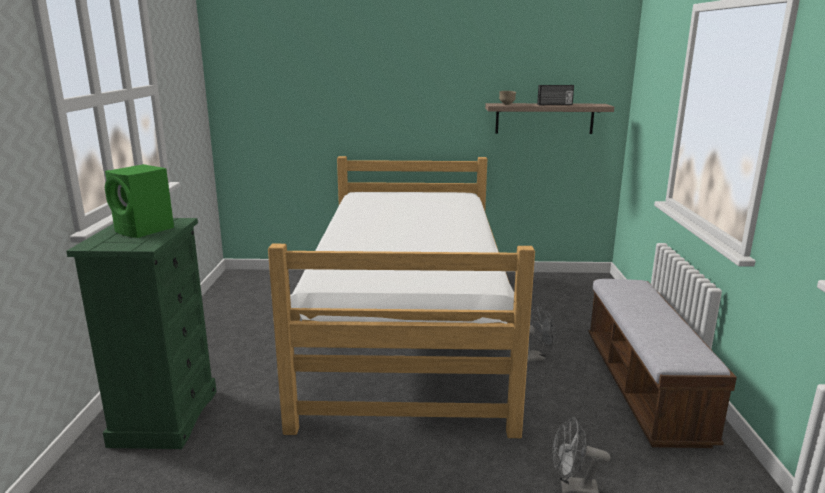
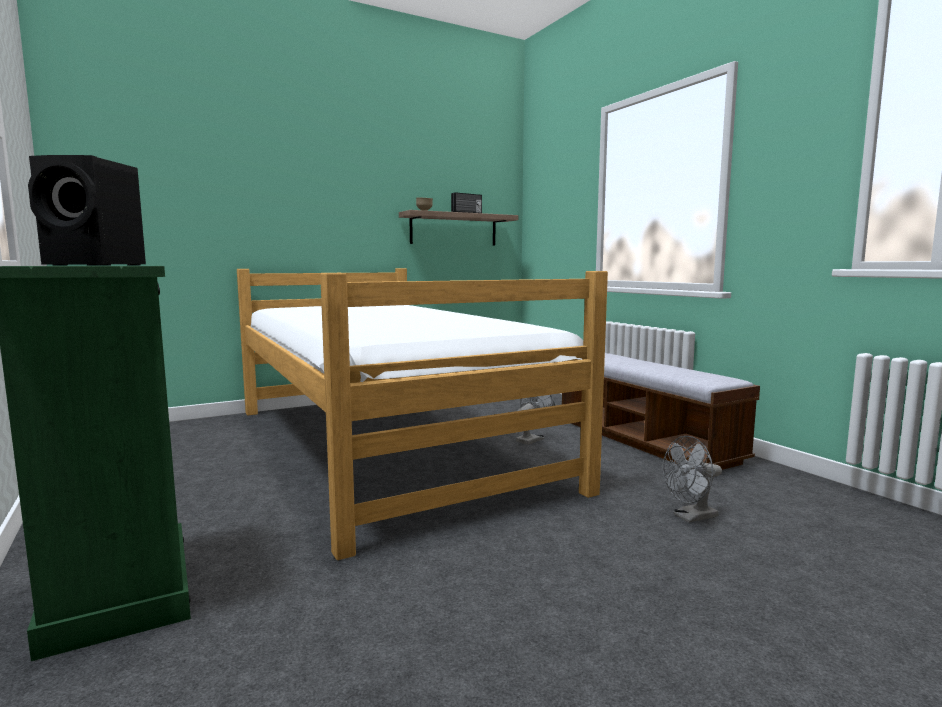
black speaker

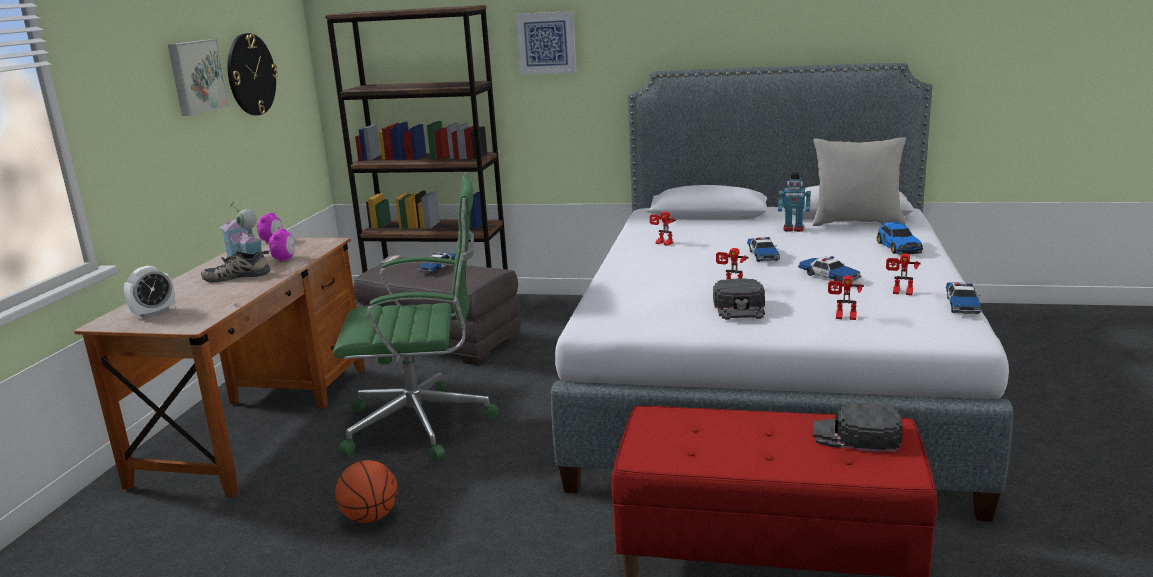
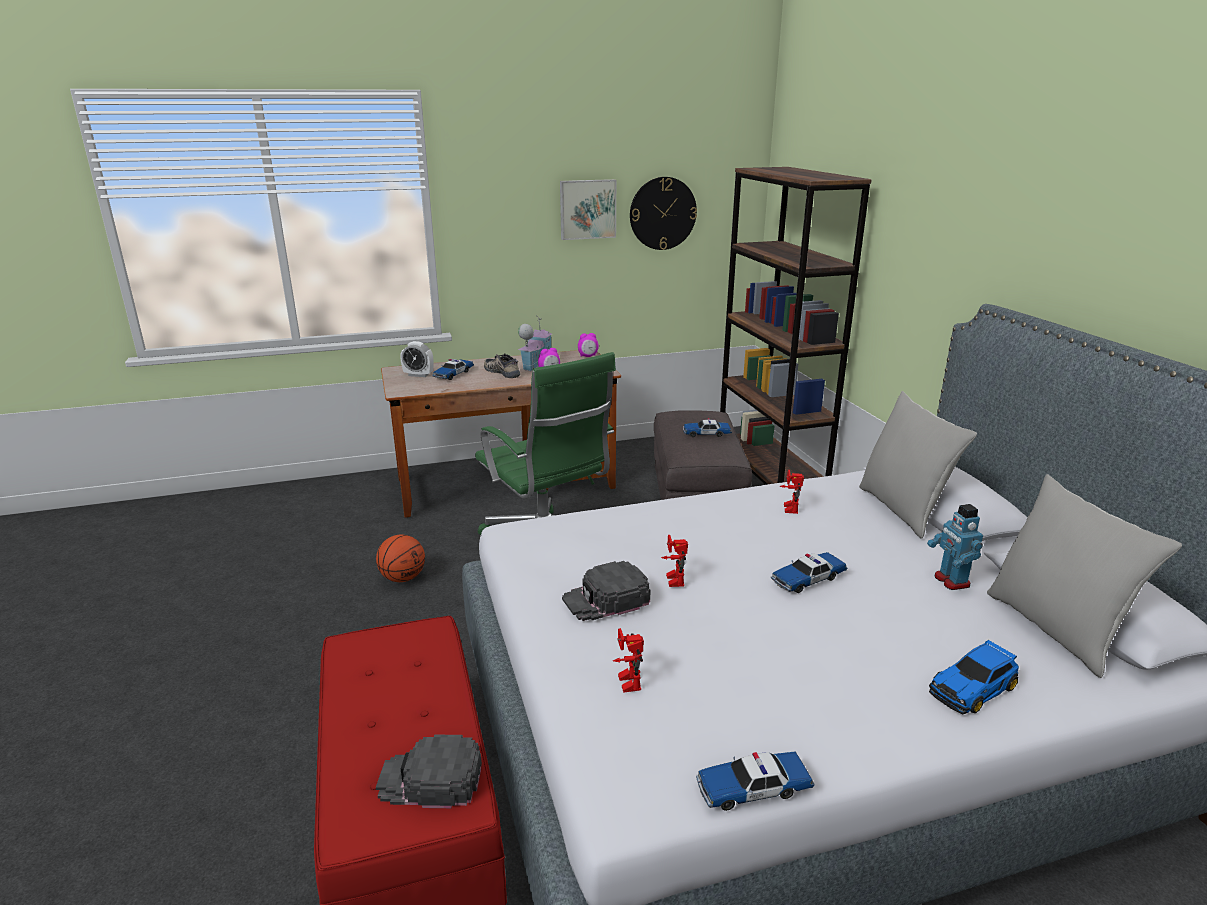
black cap (1st from left); toy car (1st from left); grey pillow (1st from left); picture (2nd from left in the first image); toy robot (5th from left in the first image)

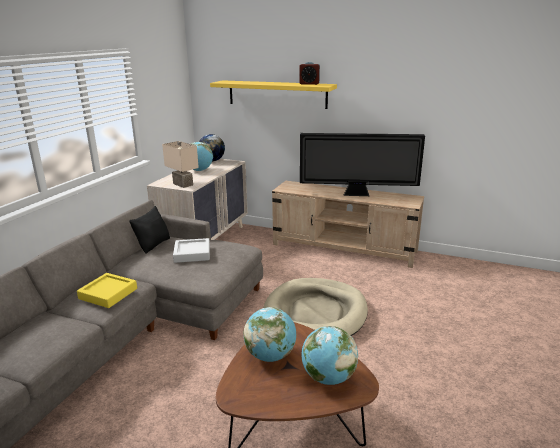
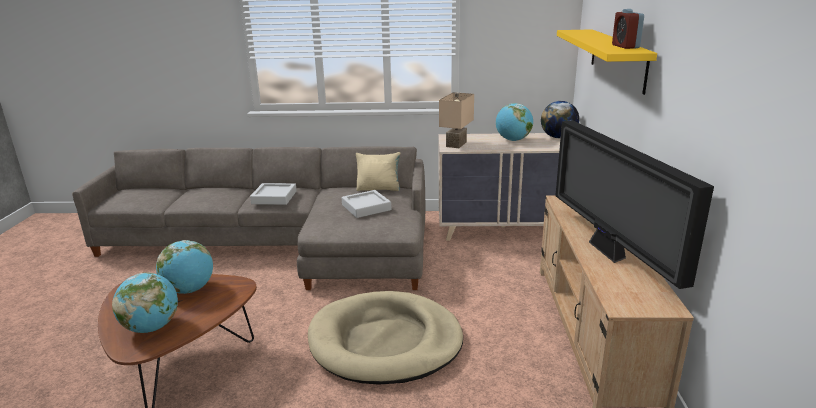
grey tray (1st from left); beige pillow

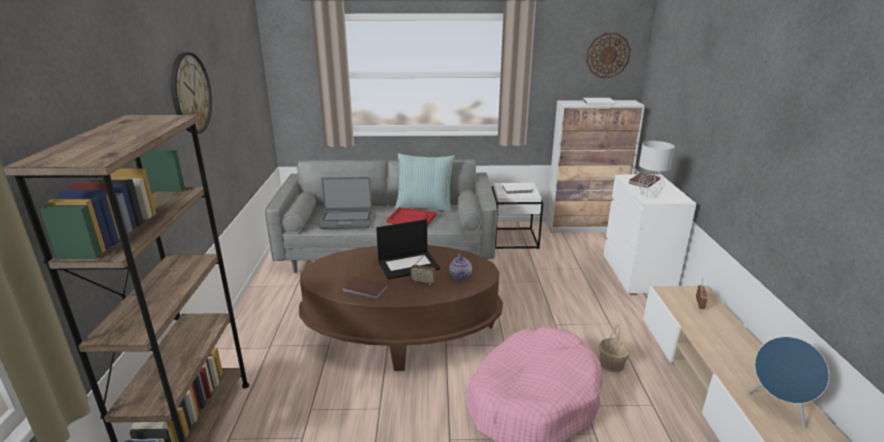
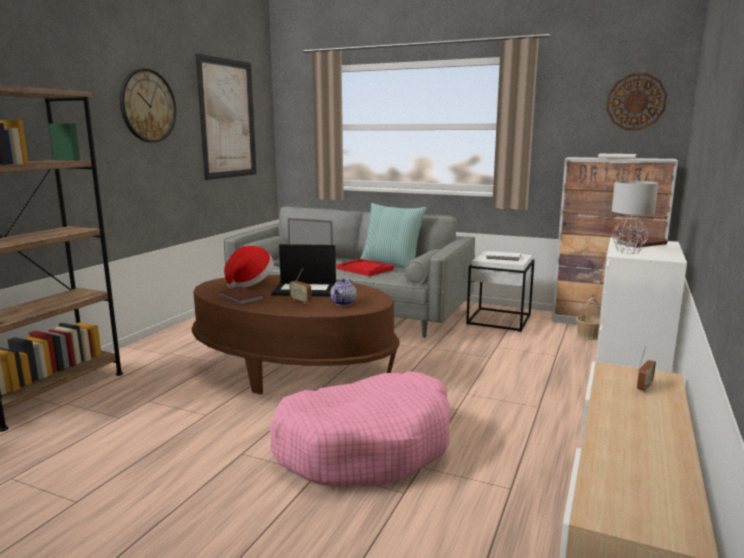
picture; hat; basket; blue speaker

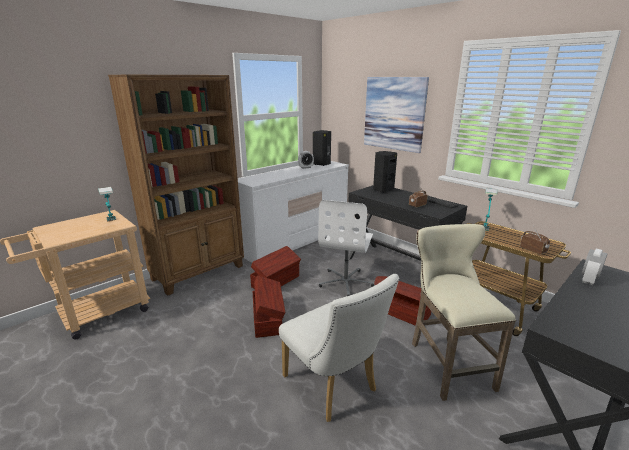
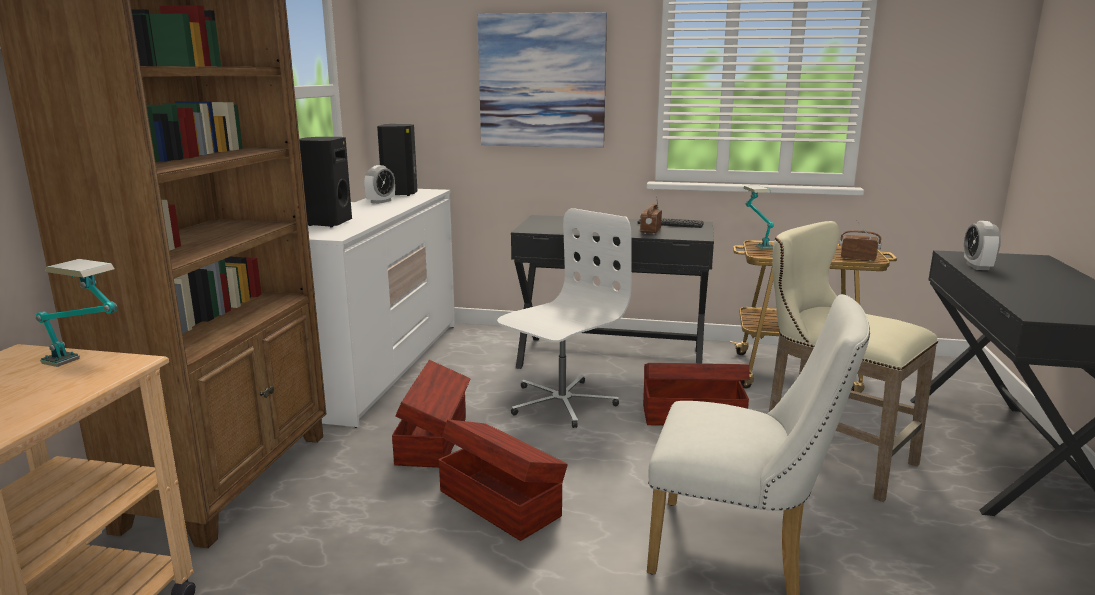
black speaker (1st from left); white office chair

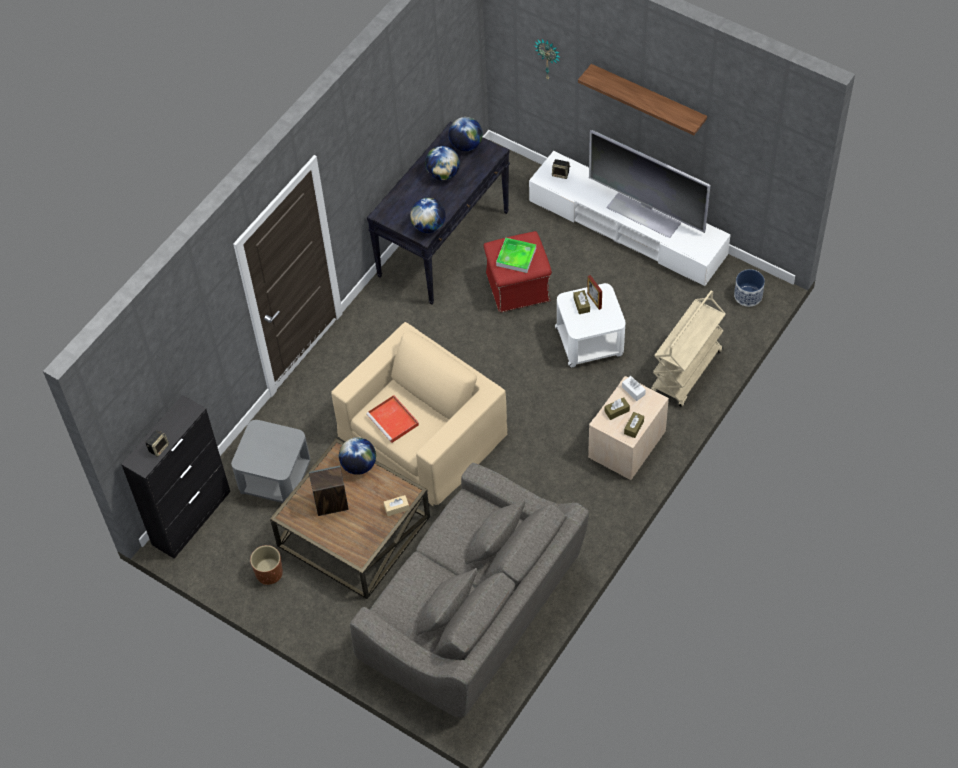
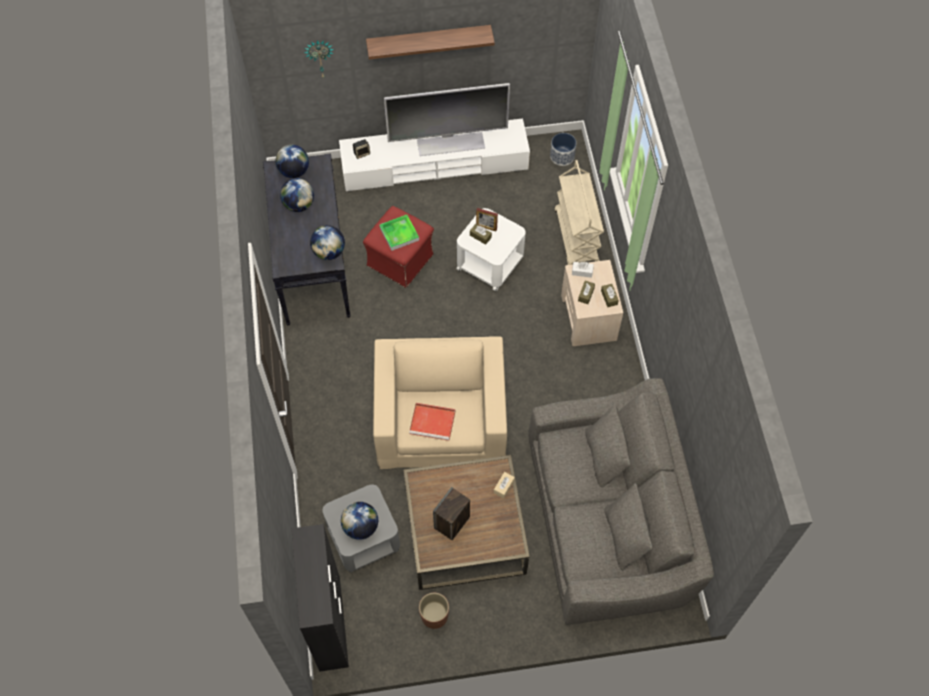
globe (4th from left); speaker (1st from left in the first image)

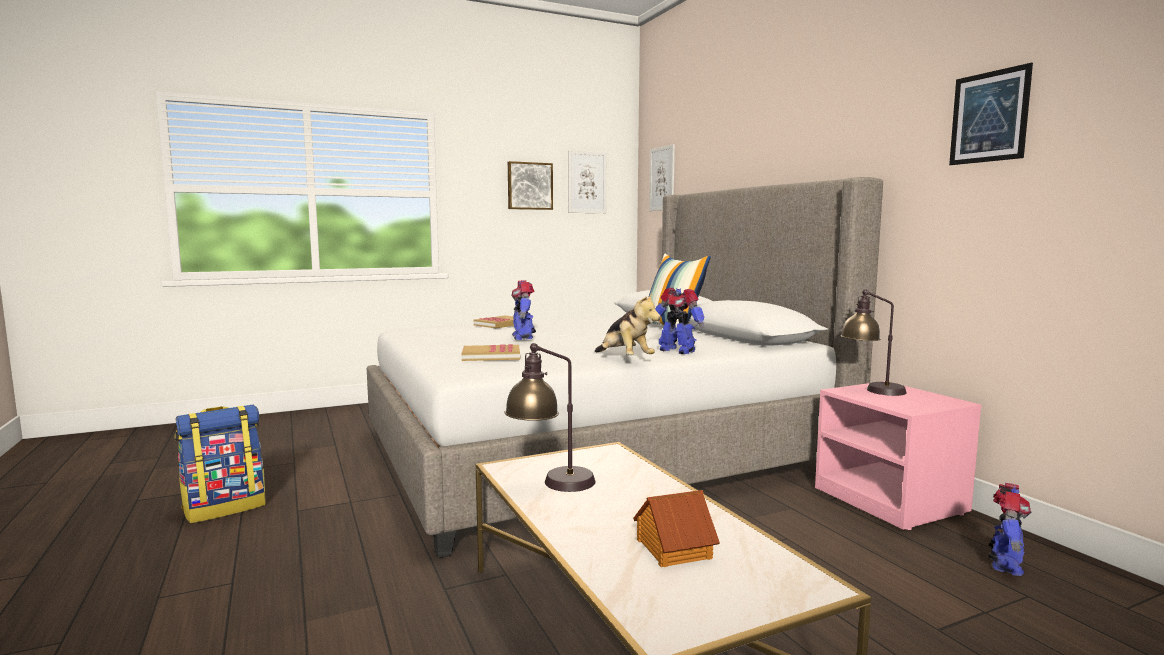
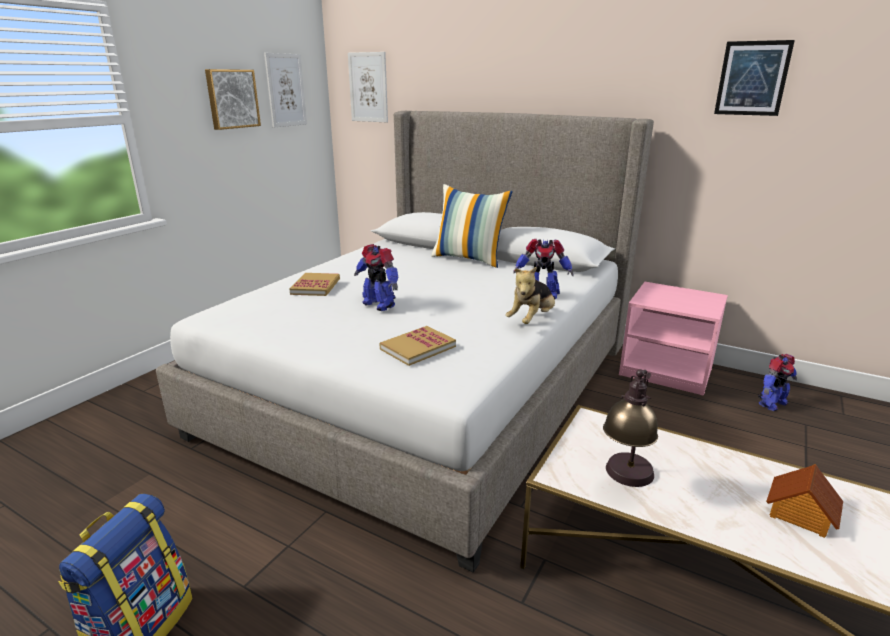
plush toy; toy robot (3rd from left); table lamp (2nd from left in the first image)

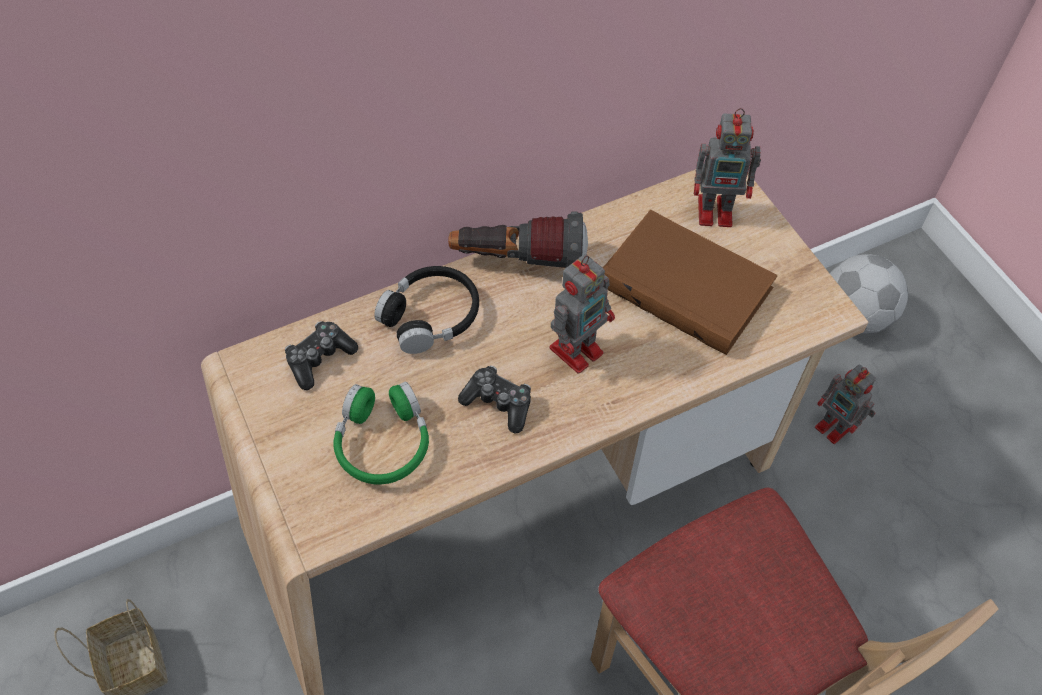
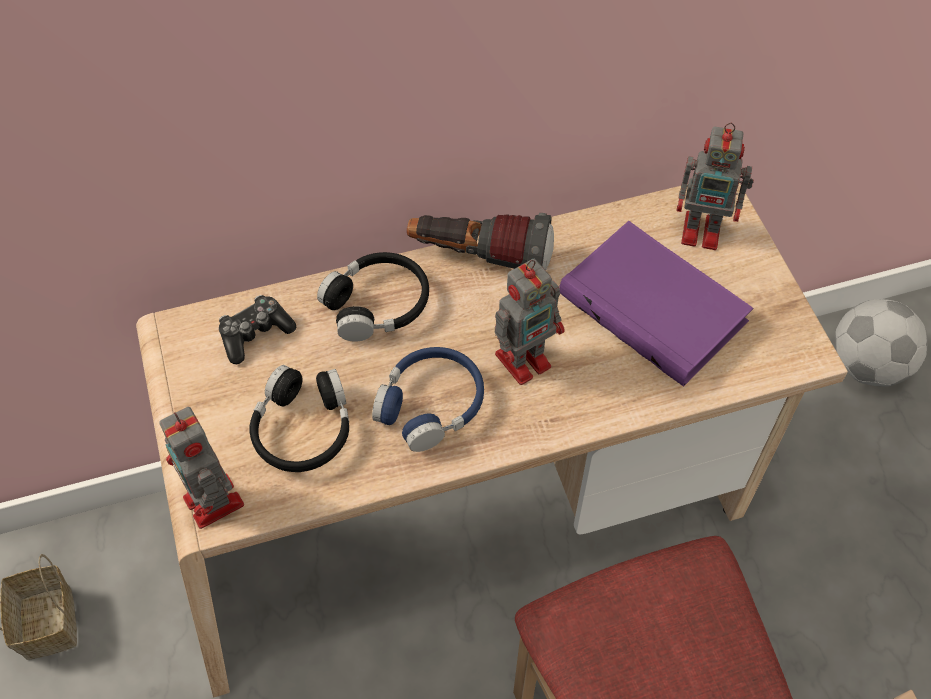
toy robot (1st from left); black headphones (1st from left); blue headphones; purple book

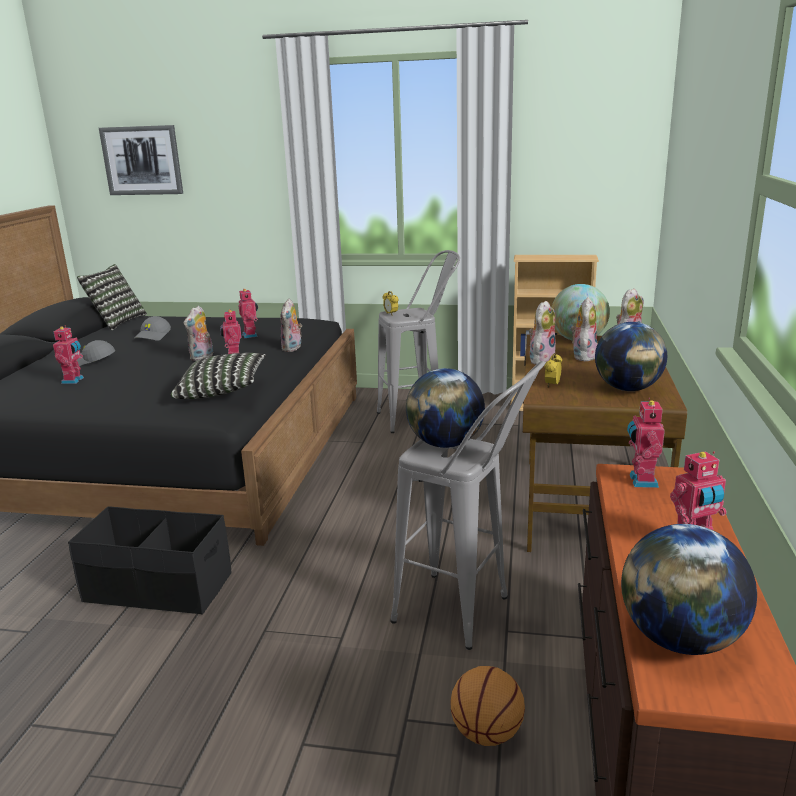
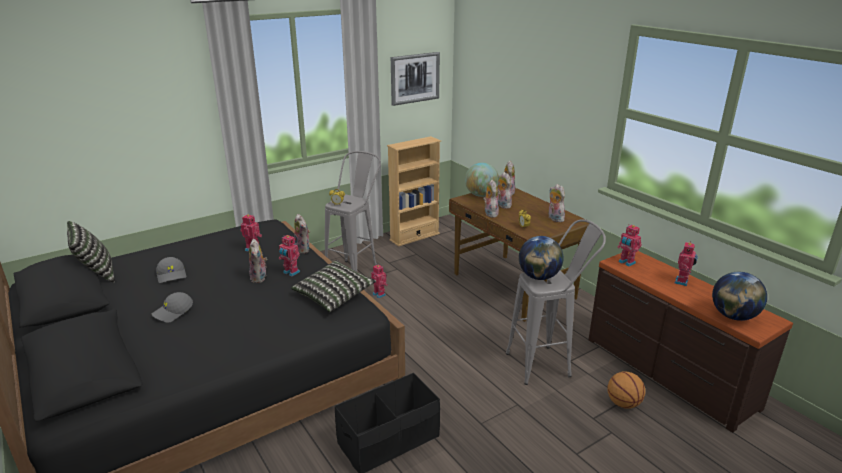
toy robot (3rd from left); picture; plush toy (6th from left)

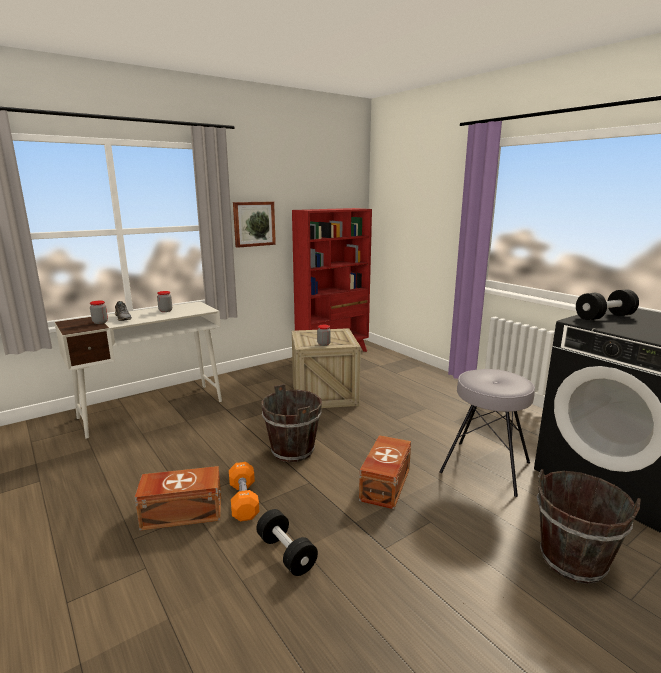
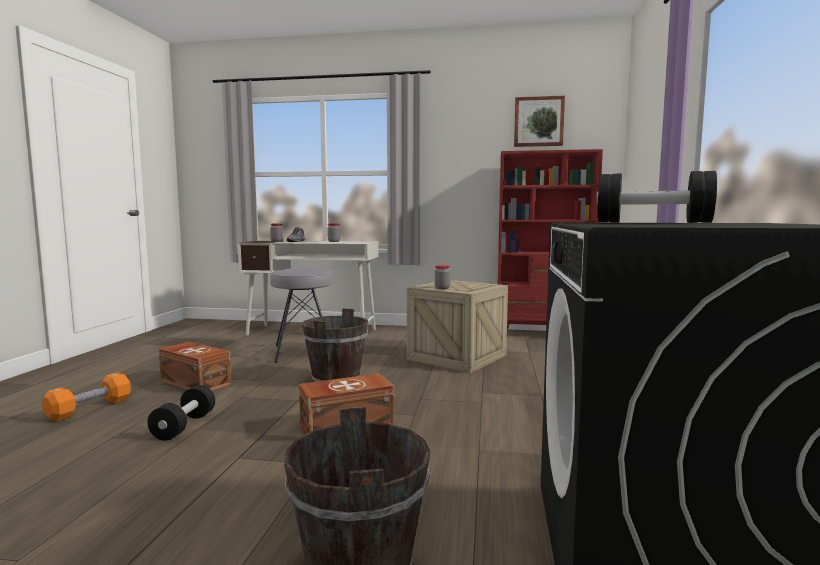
orange dumbbell; grey stool; picture

